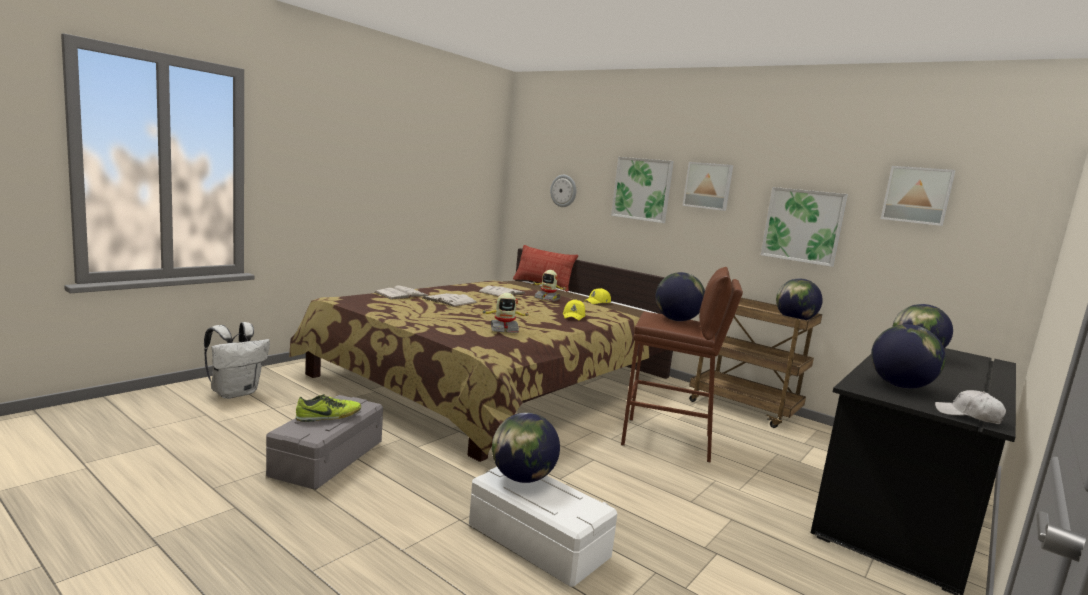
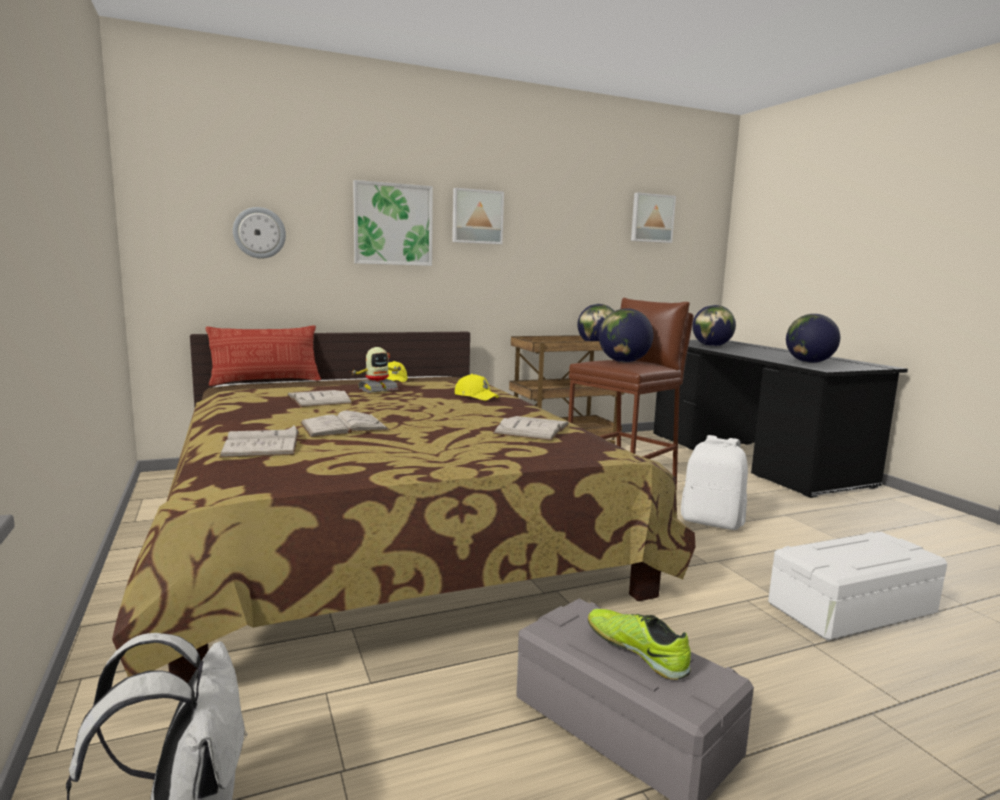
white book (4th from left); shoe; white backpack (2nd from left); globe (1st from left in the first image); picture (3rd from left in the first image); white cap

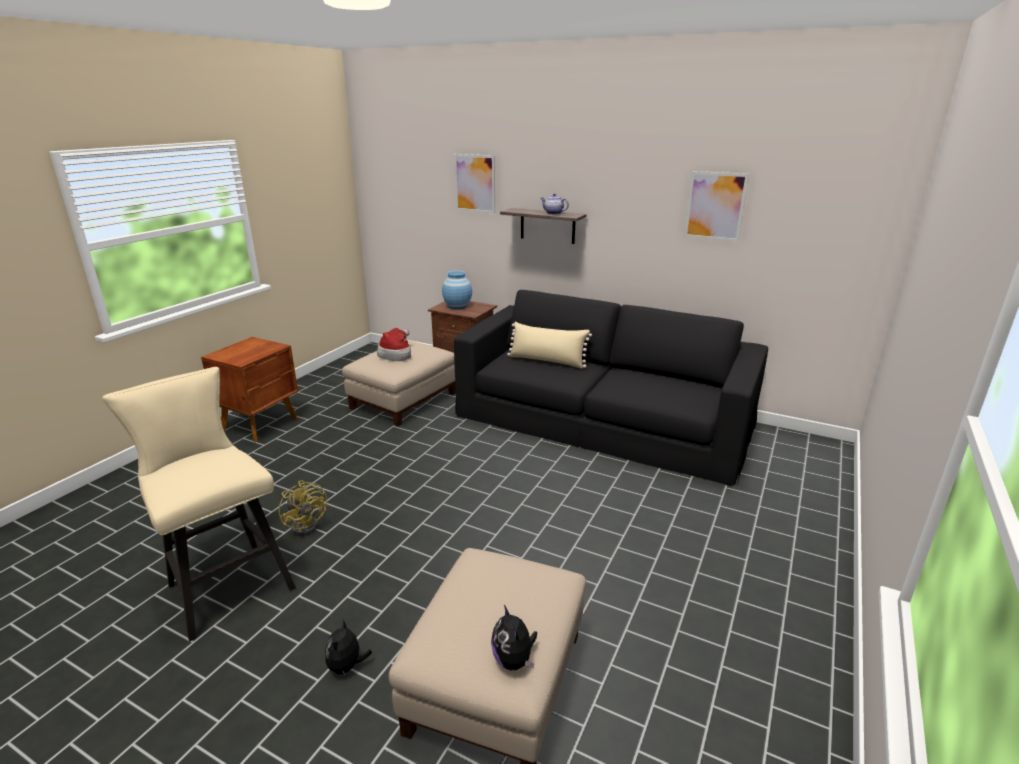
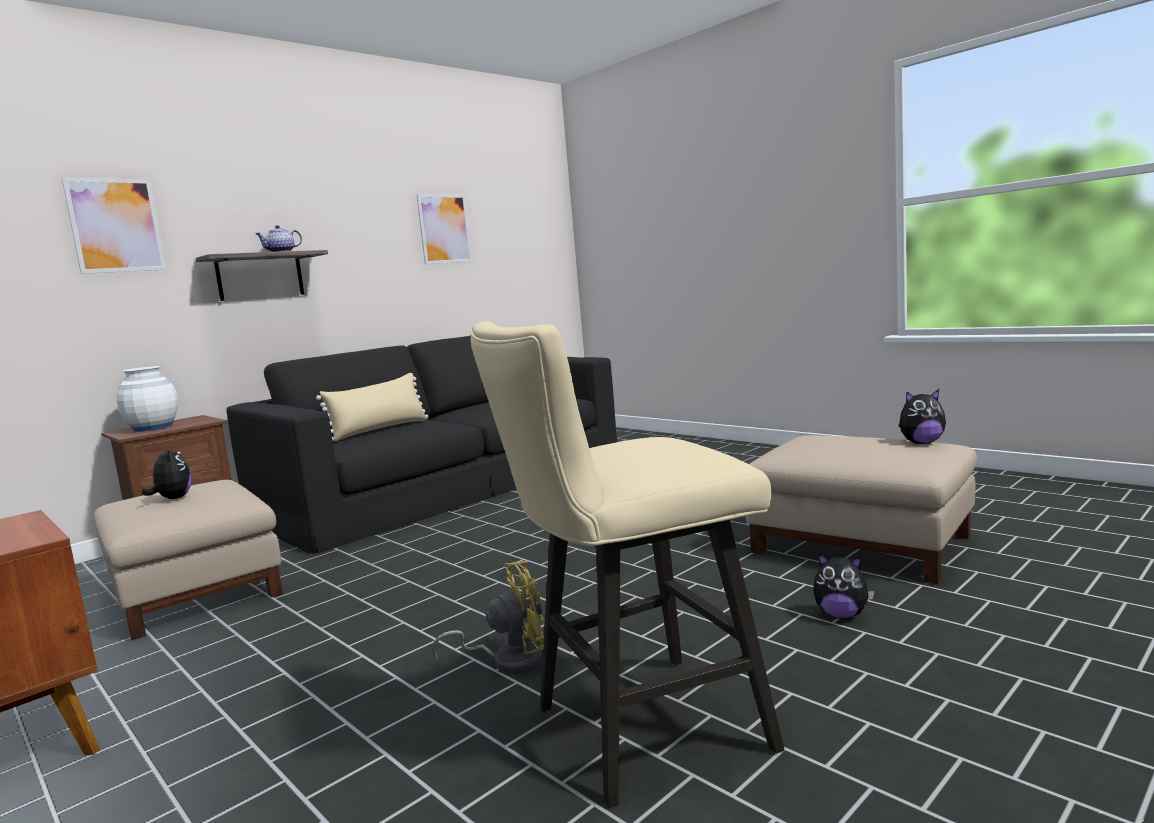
white vase; plush toy (1st from left)

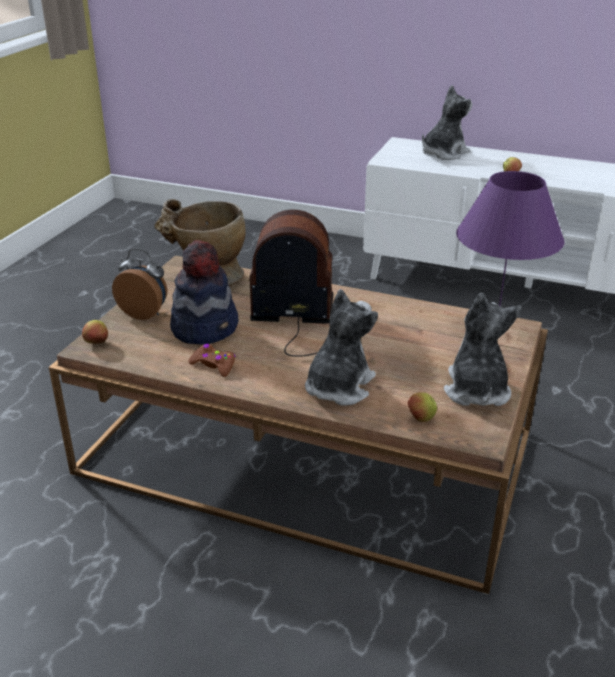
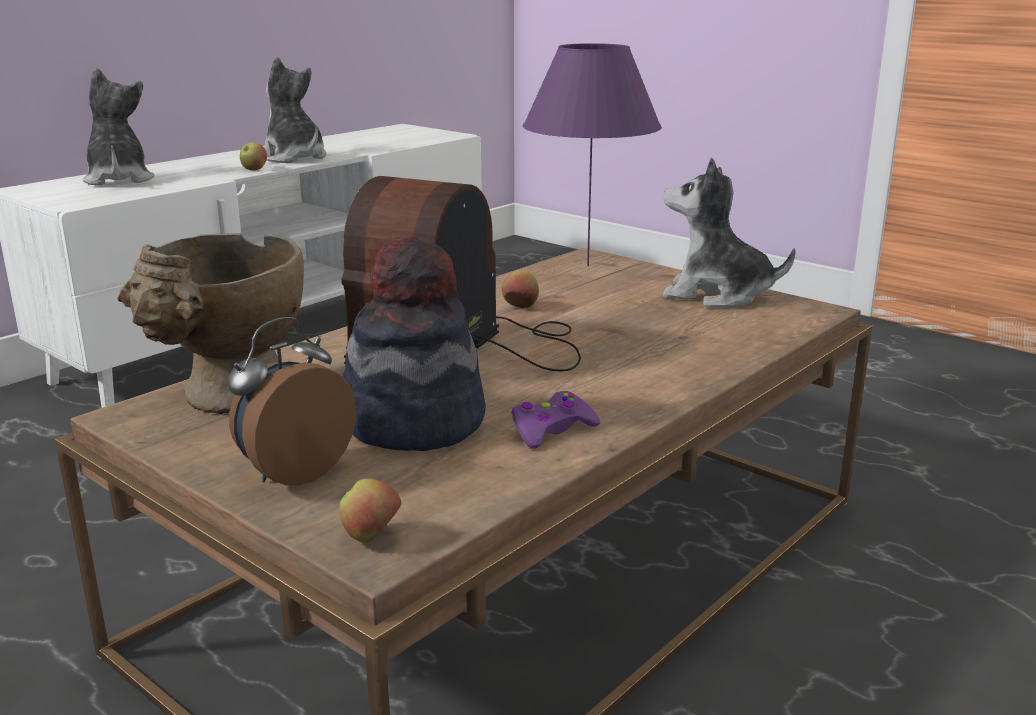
plush toy (2nd from left); apple (3rd from left); purple game controller

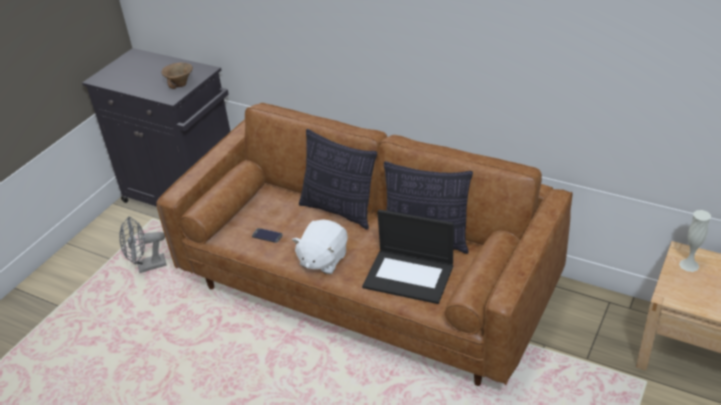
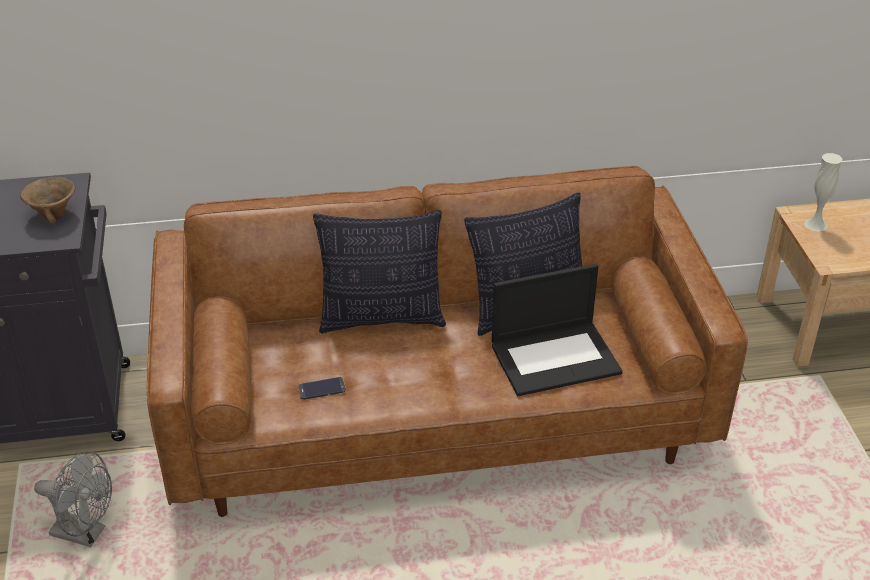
grey fan; white plush toy

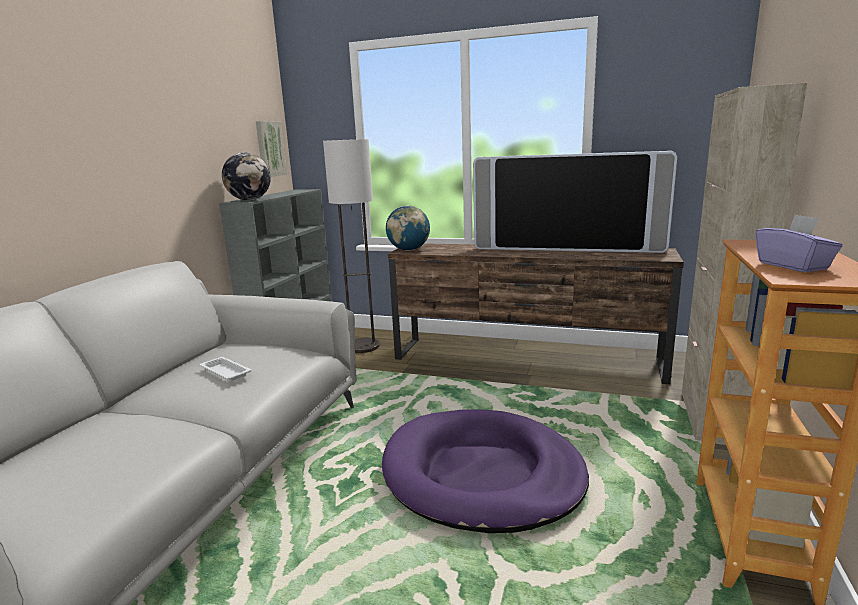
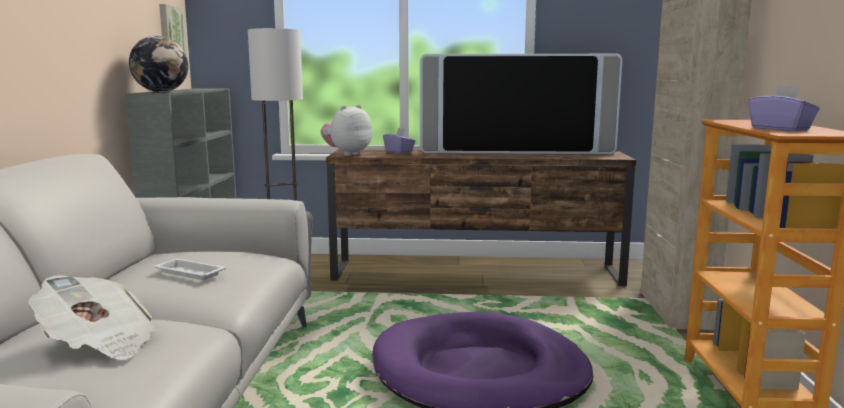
newspaper; plush toy; purple tissue box (1st from left)

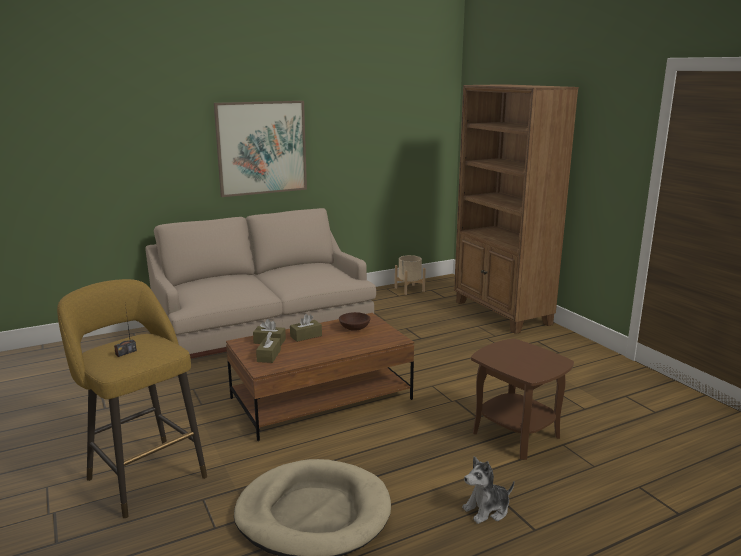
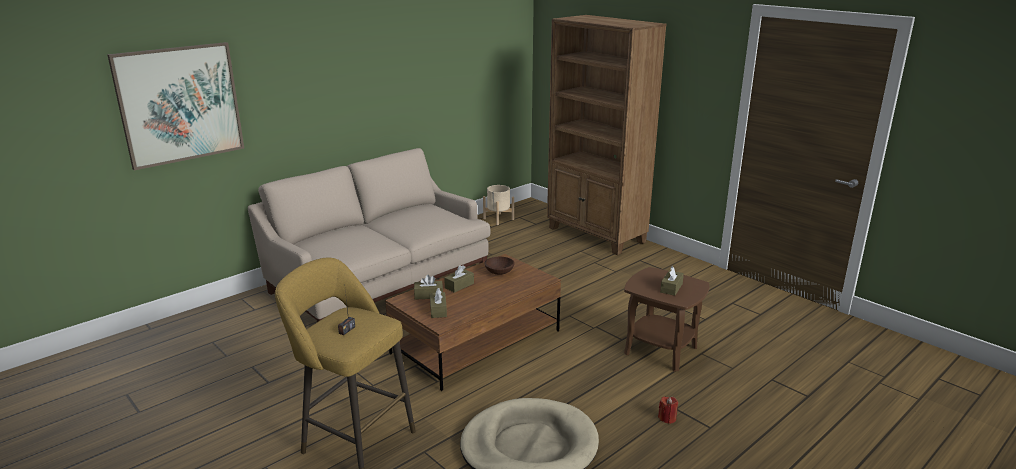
picture; red candle; brown tissue box (4th from left)

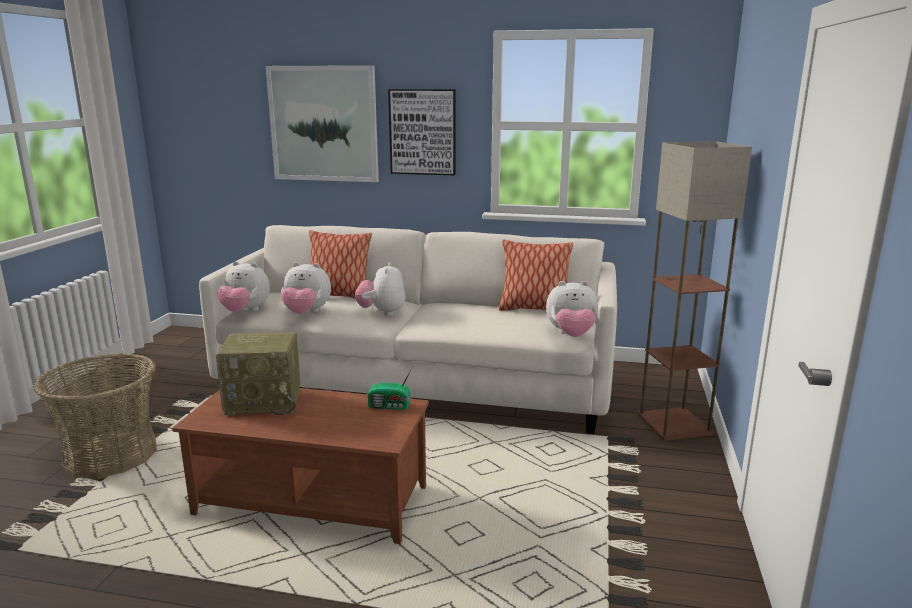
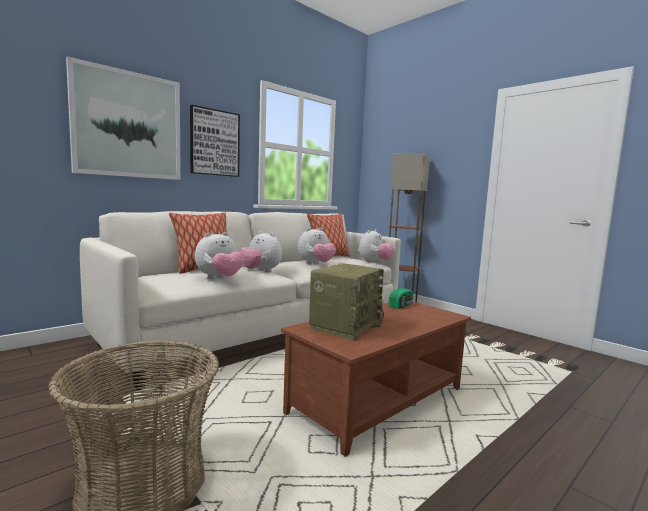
plush toy (3rd from left)

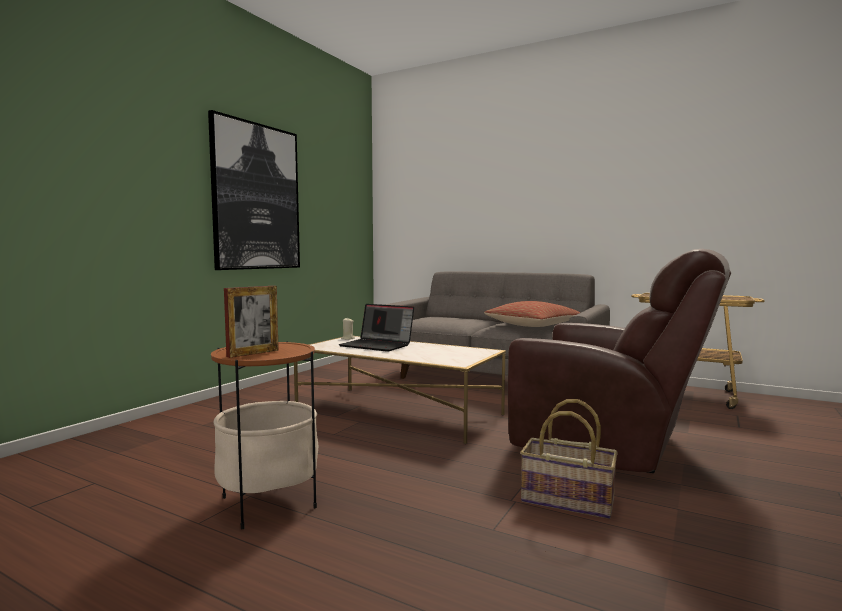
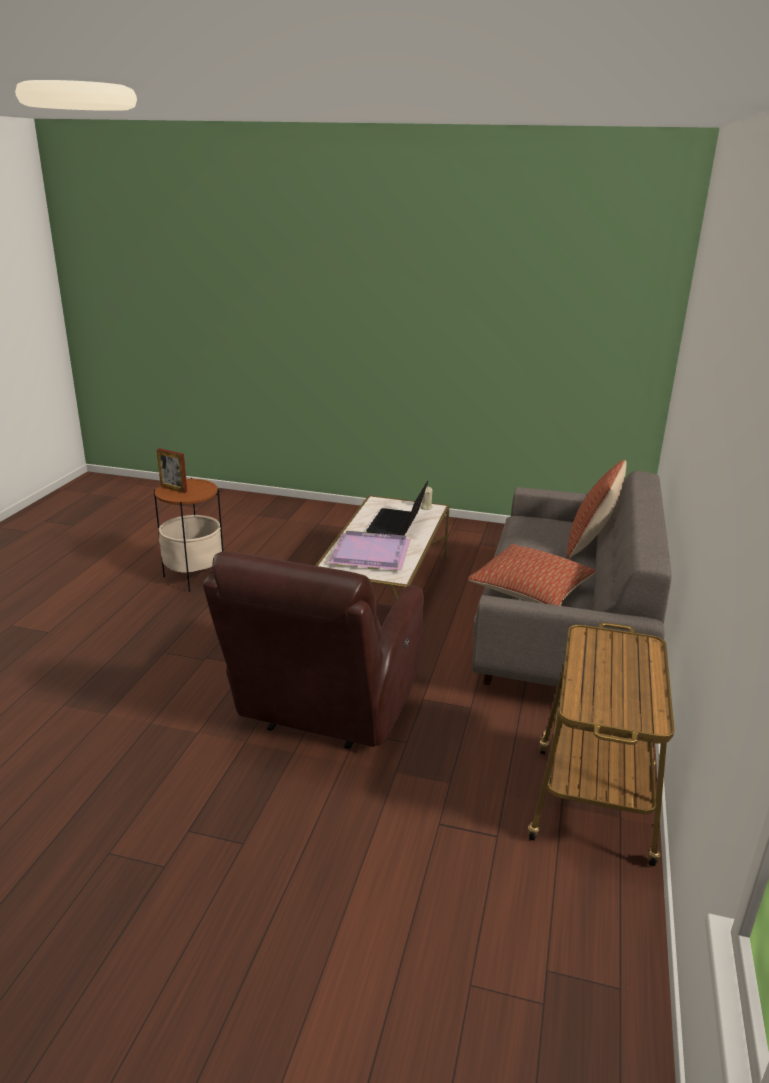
purple tray; pillow (2nd from left); picture; basket

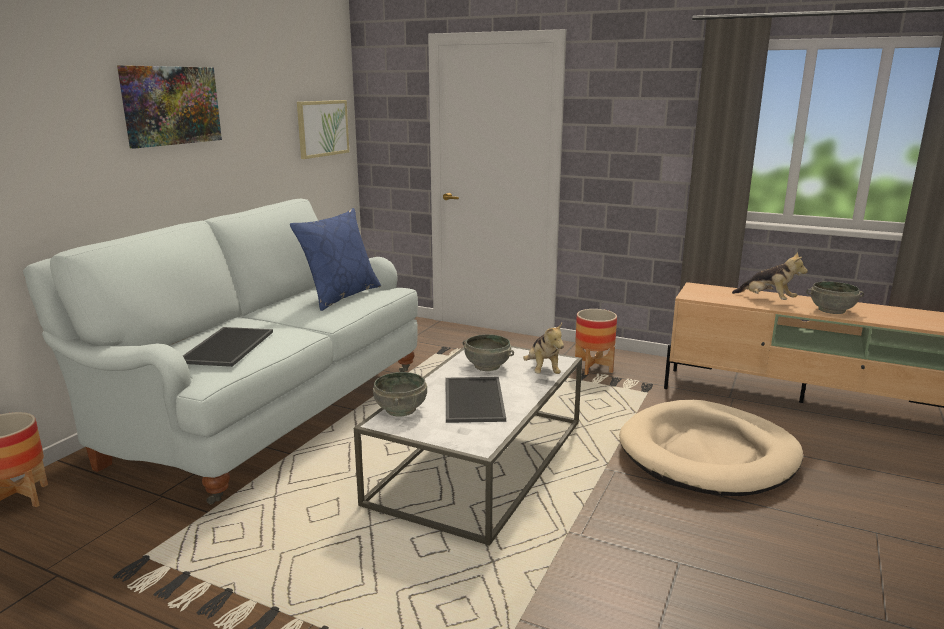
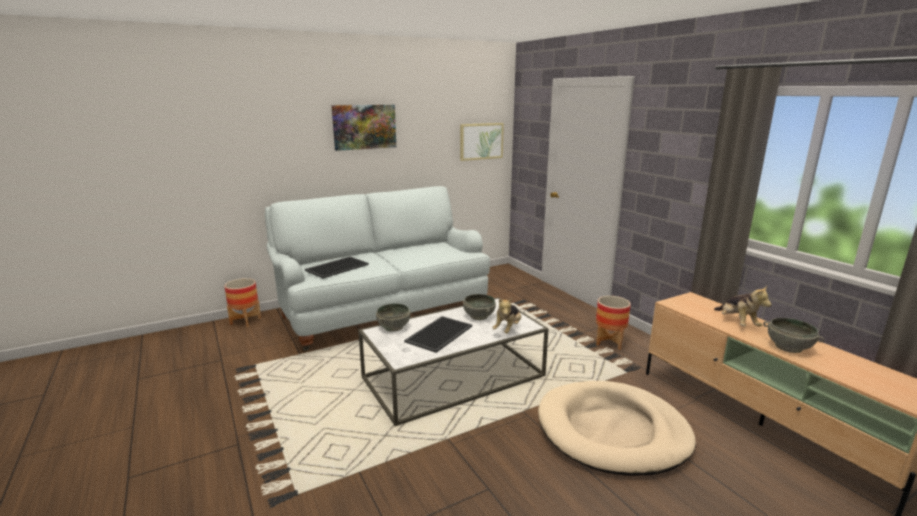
blue pillow

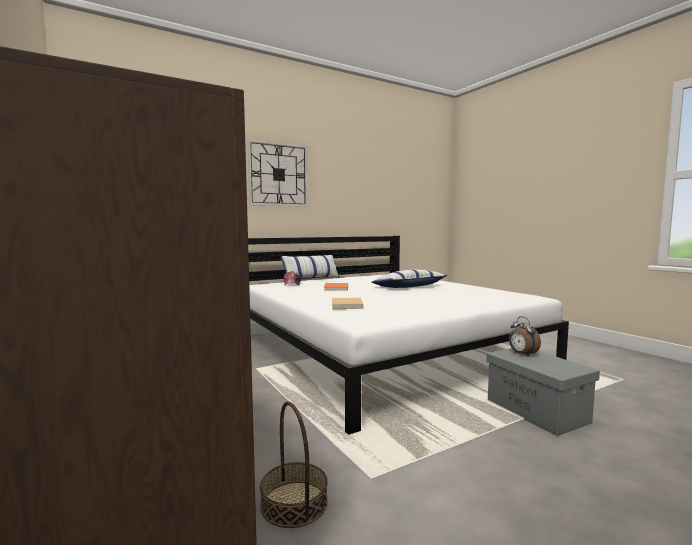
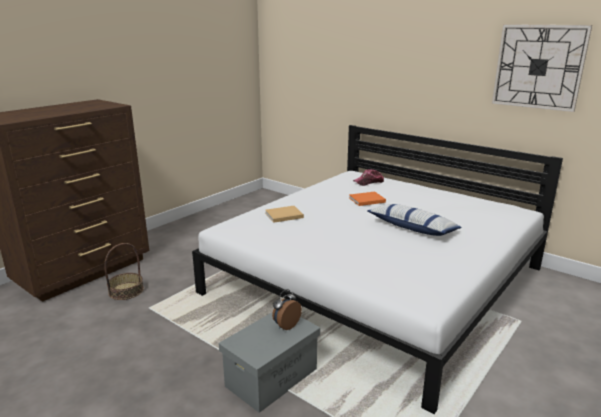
wall clock; pillow (1st from left in the first image)

